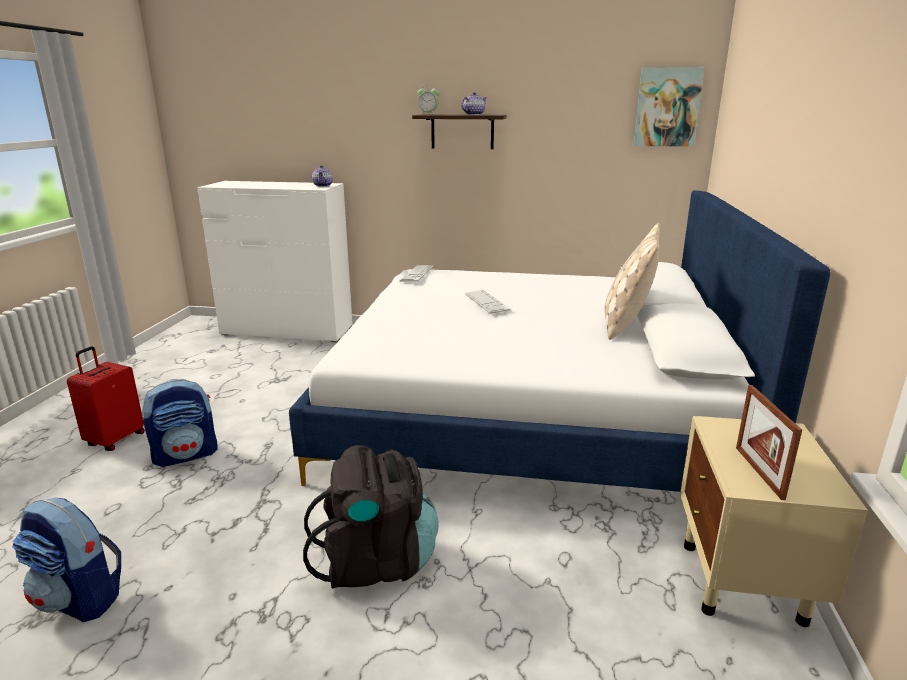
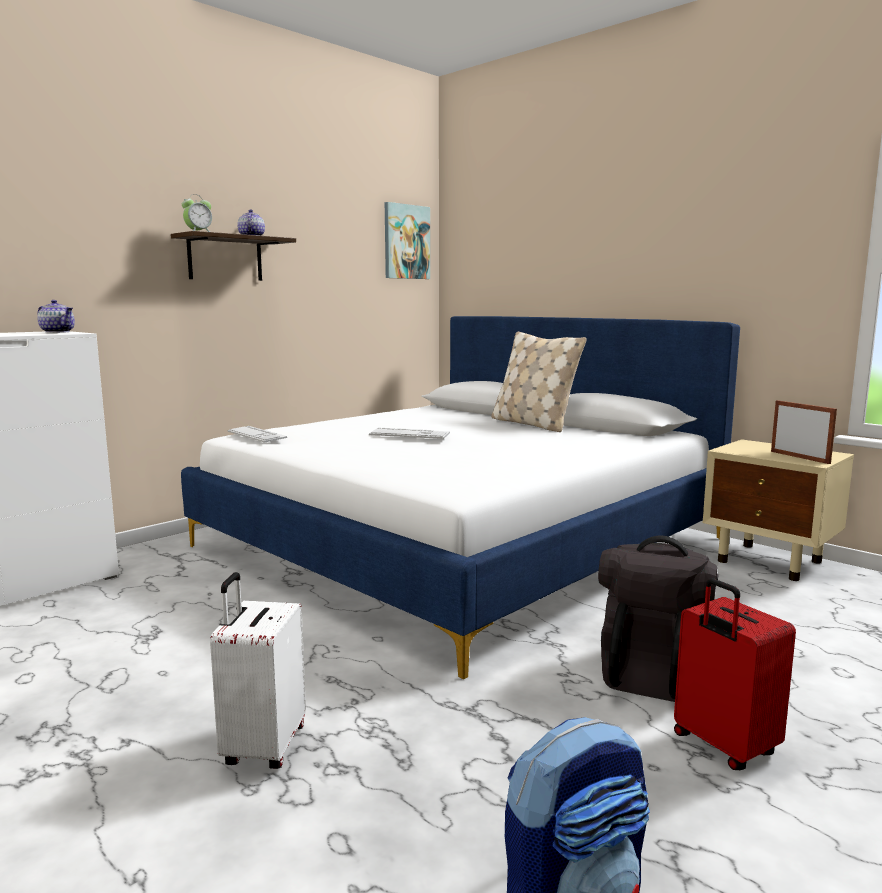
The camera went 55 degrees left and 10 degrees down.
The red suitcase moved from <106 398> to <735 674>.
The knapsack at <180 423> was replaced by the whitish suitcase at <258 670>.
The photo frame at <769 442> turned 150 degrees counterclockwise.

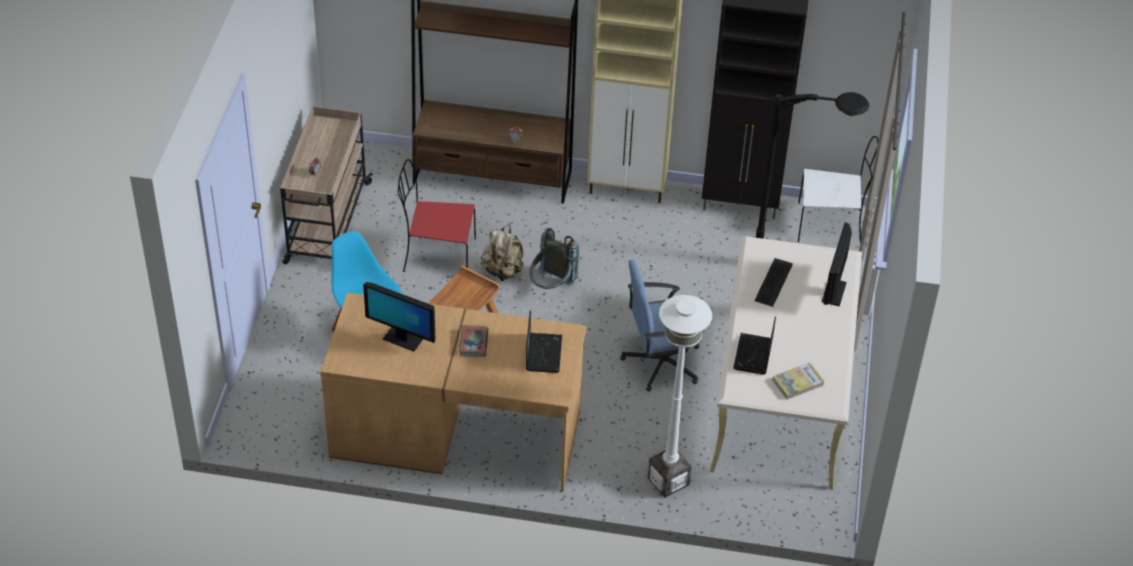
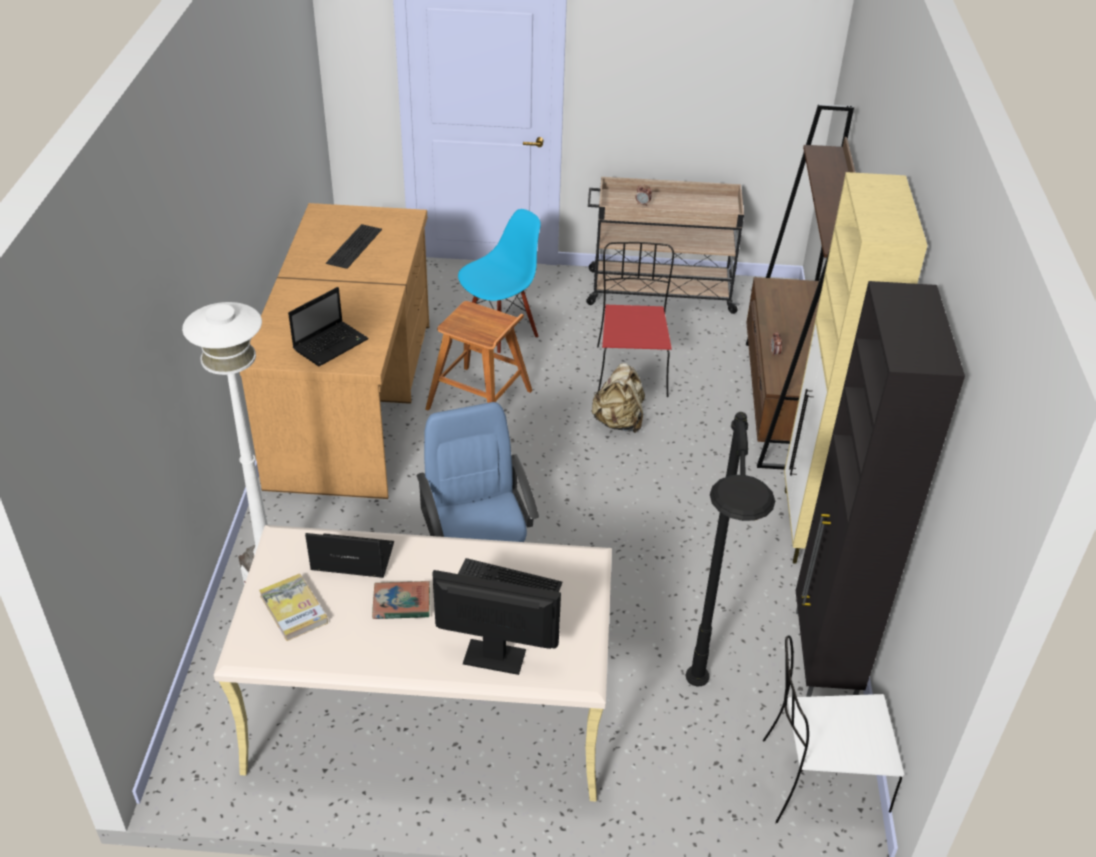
The camera went 85 degrees right and 5 degrees down.
The greyish knapsack at <554 258> disappeared.
The book moved from <473 341> to <401 600>.
The monitor at <399 316> was replaced by the keyboard at <354 246>.
The portable computer at <544 342> turned 45 degrees counterclockwise.
The whitish upright chair at <838 189> turned 90 degrees clockwise.

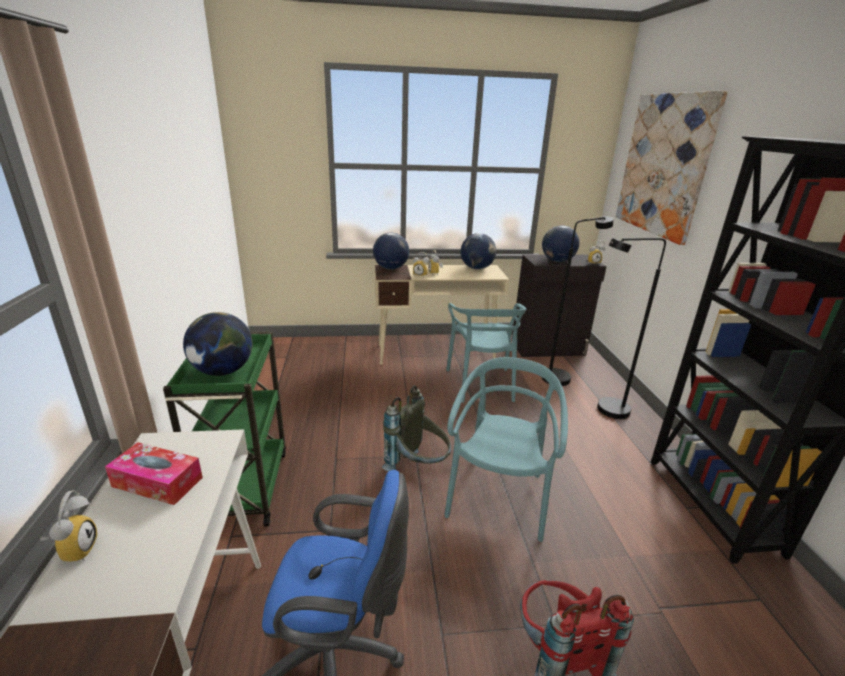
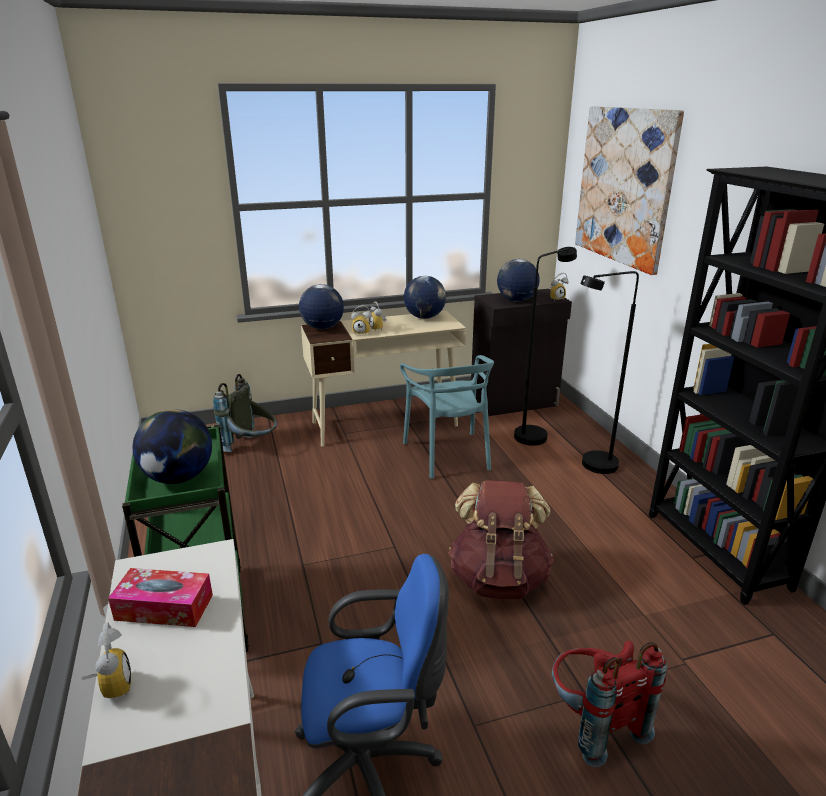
The camera went 10 degrees left and 0 degrees up.
The greyish knapsack moved from <416 428> to <245 413>.
The turquoise upright chair at <506 449> was replaced by the brownish knapsack at <501 539>.

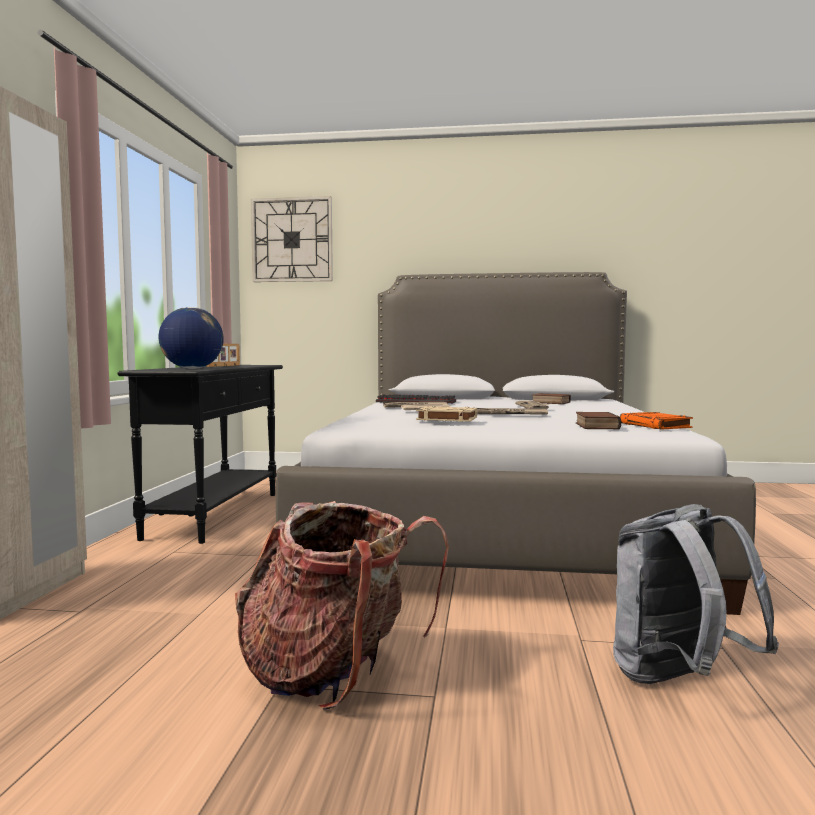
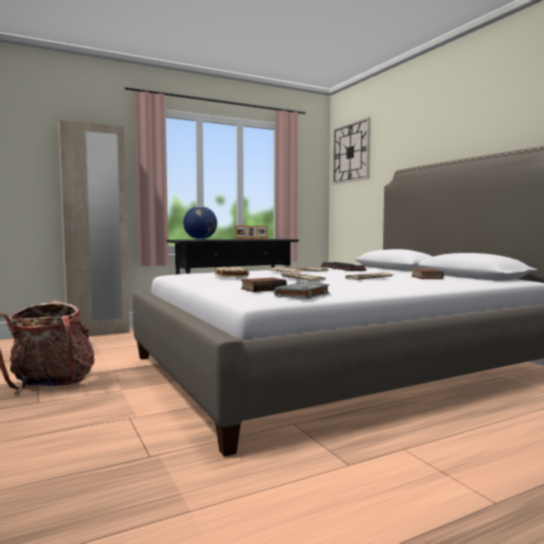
The camera went 55 degrees right and 0 degrees up.
The greyish knapsack at <696 594> disappeared.
The orange-coloured book at <656 420> became the greyish book at <302 290>.

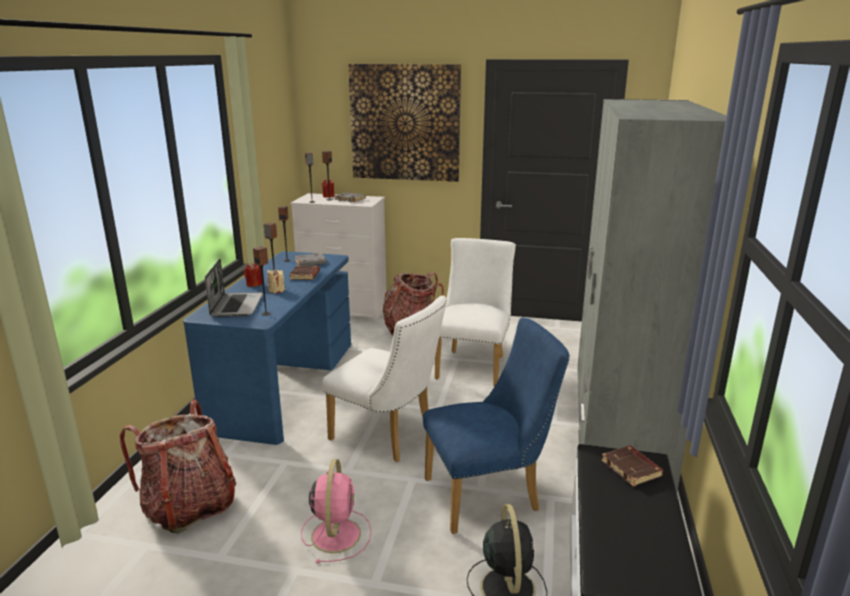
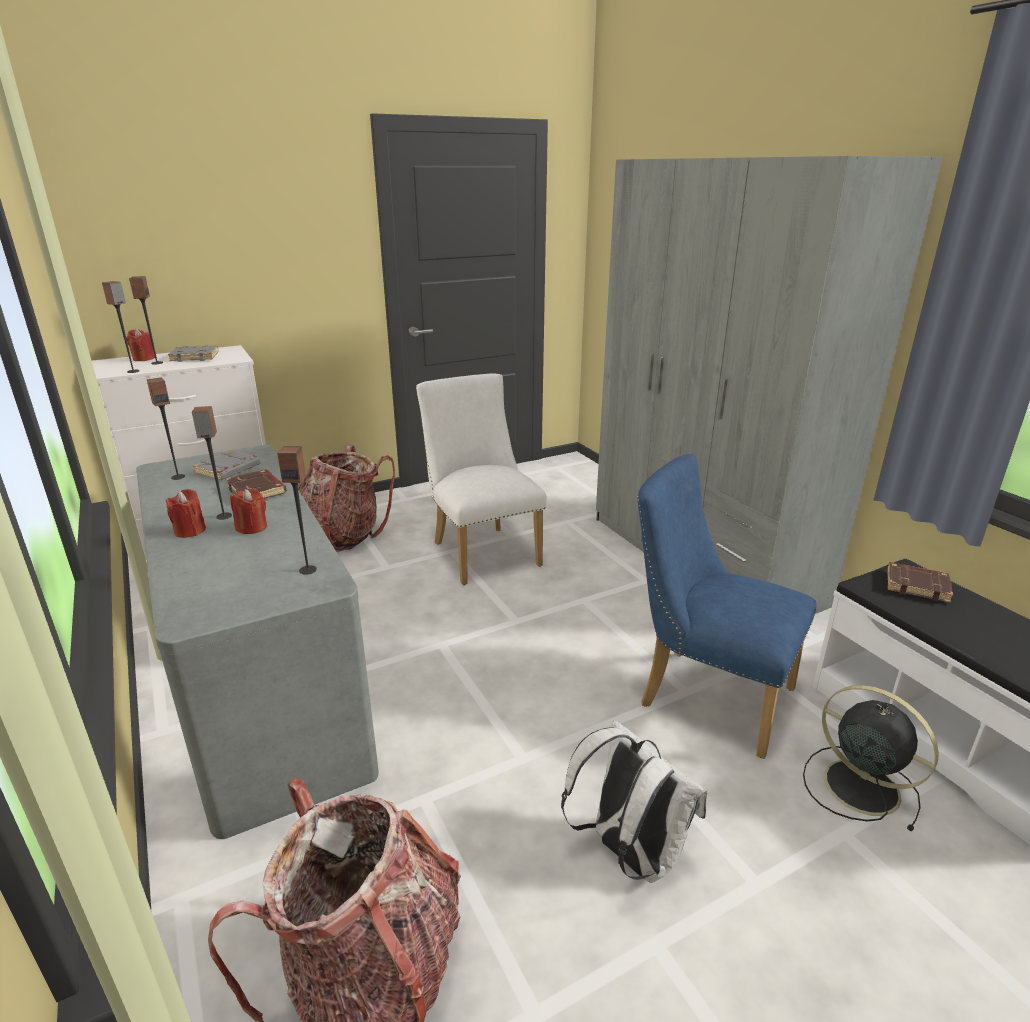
The camera went 40 degrees left and 5 degrees up.
The portable computer at <234 288> disappeared.
The whitish upright chair at <384 378> disappeared.
The picture at <404 123> disappeared.
The pinkish electric fan at <336 511> was replaced by the whitish knapsack at <634 801>.
The blue-coloured desk at <267 348> became the greyish desk at <257 642>.
The sand-coloured wax light at <276 281> became the red wax light at <248 511>.
The blue-coloured upright chair at <496 425> turned 90 degrees counterclockwise.

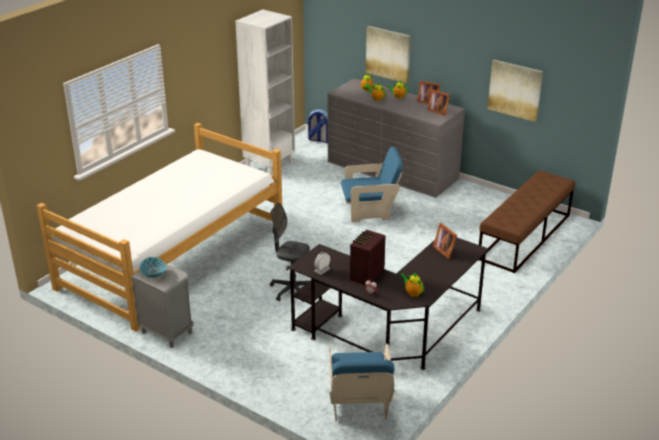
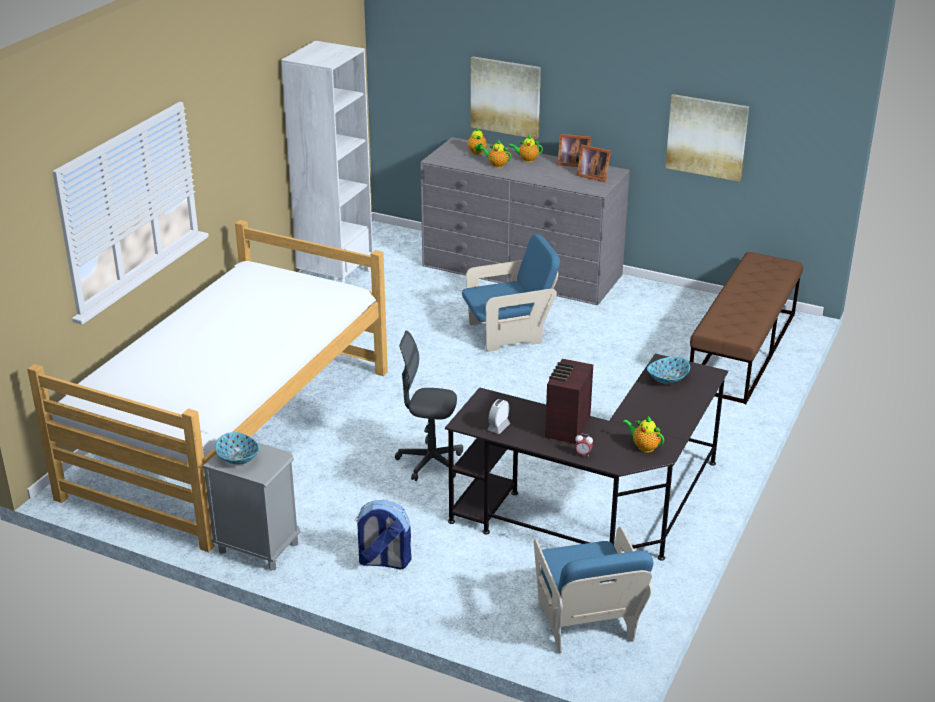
The camera went 10 degrees left and 0 degrees up.
The knapsack moved from <318 126> to <383 534>.
The photo frame at <445 241> was replaced by the bowl at <668 370>.

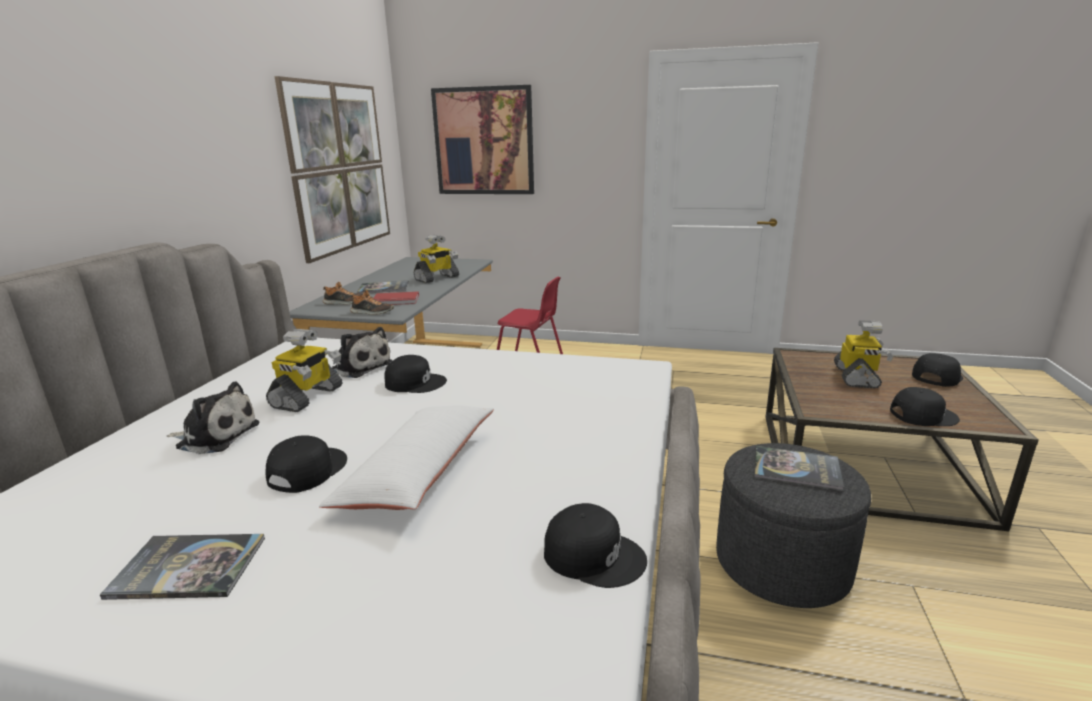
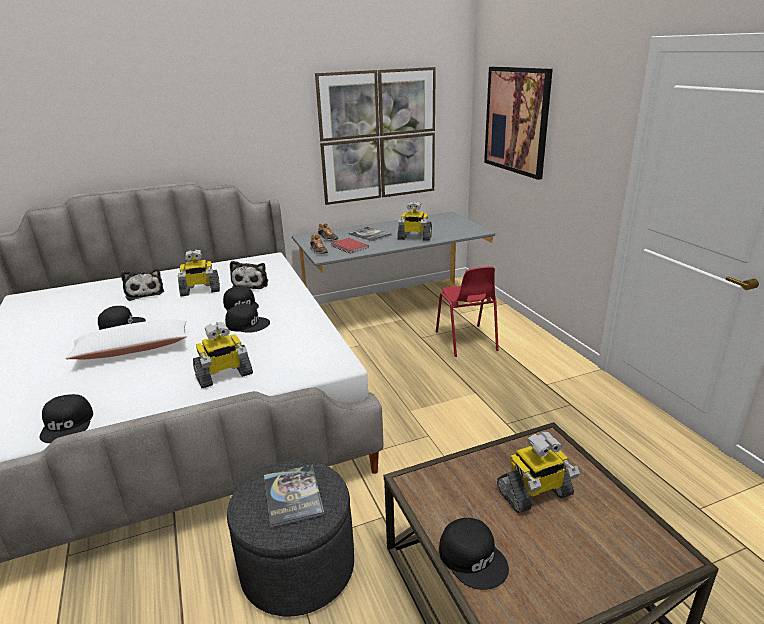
The camera went 55 degrees right and 5 degrees up.
The book at <182 567> disappeared.
The toy robot at <223 355> appeared.
The blackish cap moved from <937 370> to <247 318>.

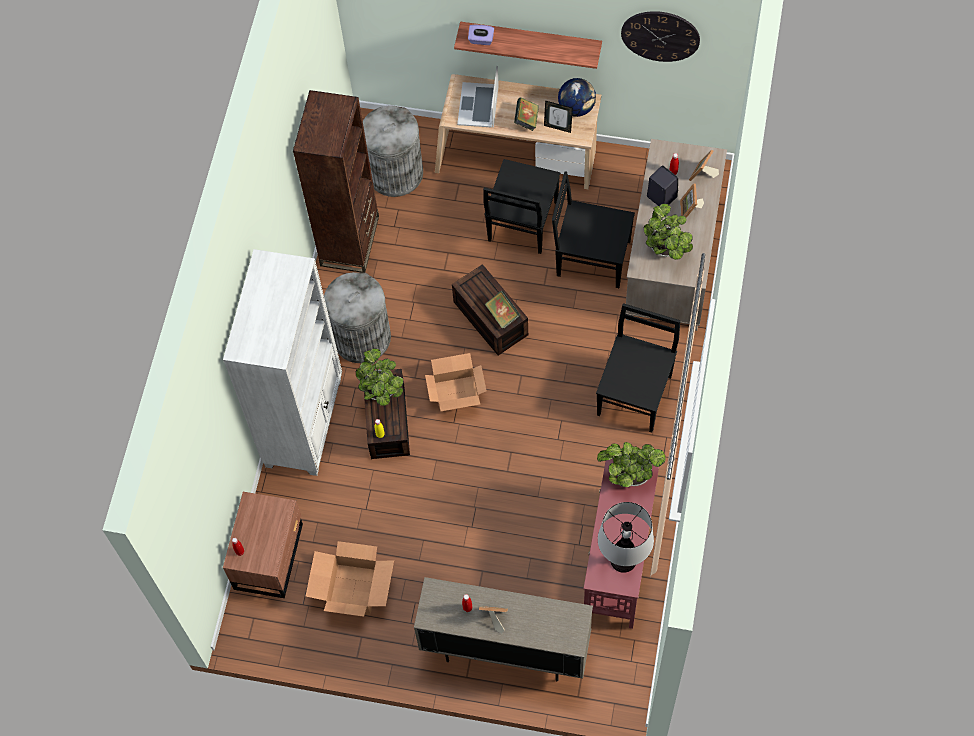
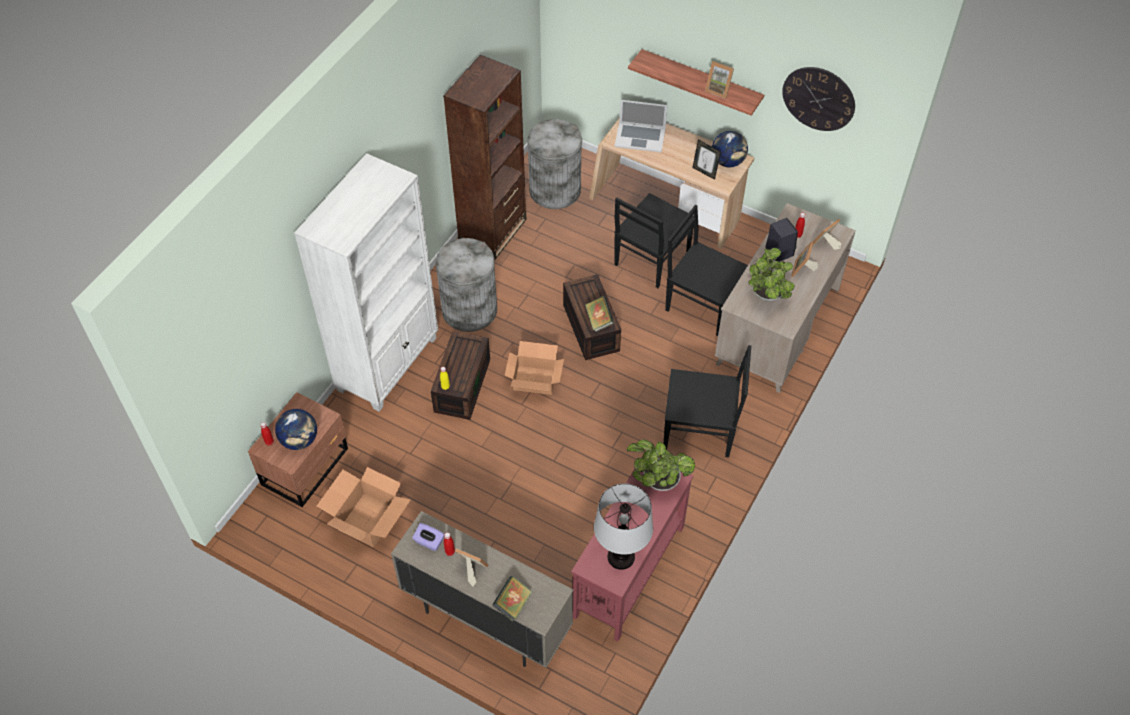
The camera went 15 degrees right and 10 degrees down.
The potted plant at <379 377> disappeared.
The desk globe at <296 429> appeared.
The photo frame at <719 80> appeared.
The purple tissue box moved from <481 35> to <428 537>.
The book moved from <526 114> to <512 598>.
The portable computer at <478 96> turned 105 degrees counterclockwise.
The blackish upright chair at <638 367> turned 60 degrees clockwise.

